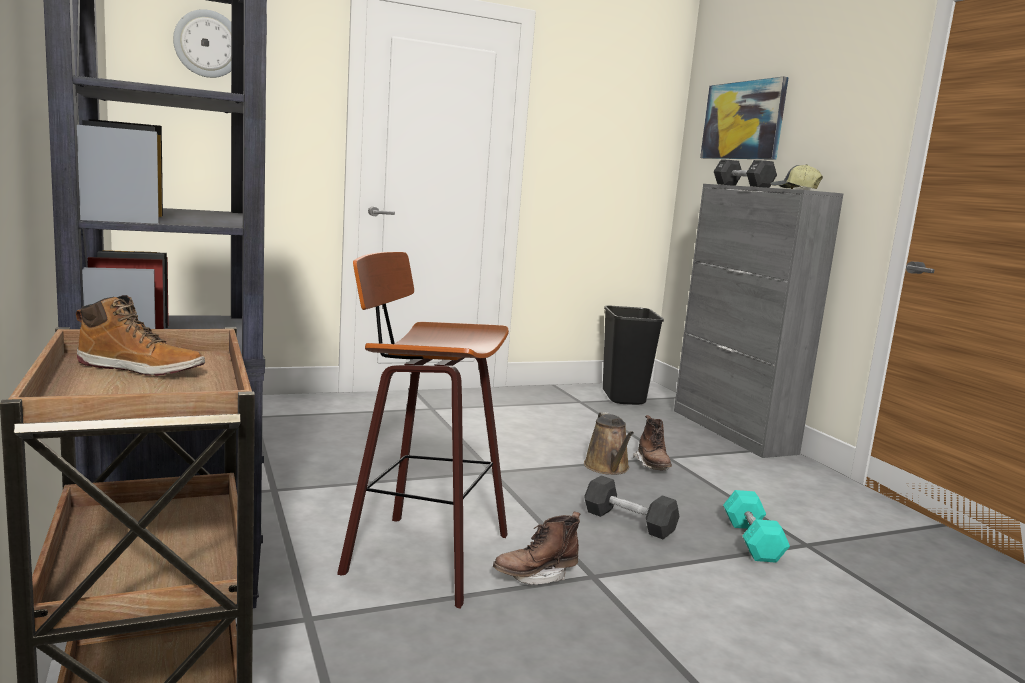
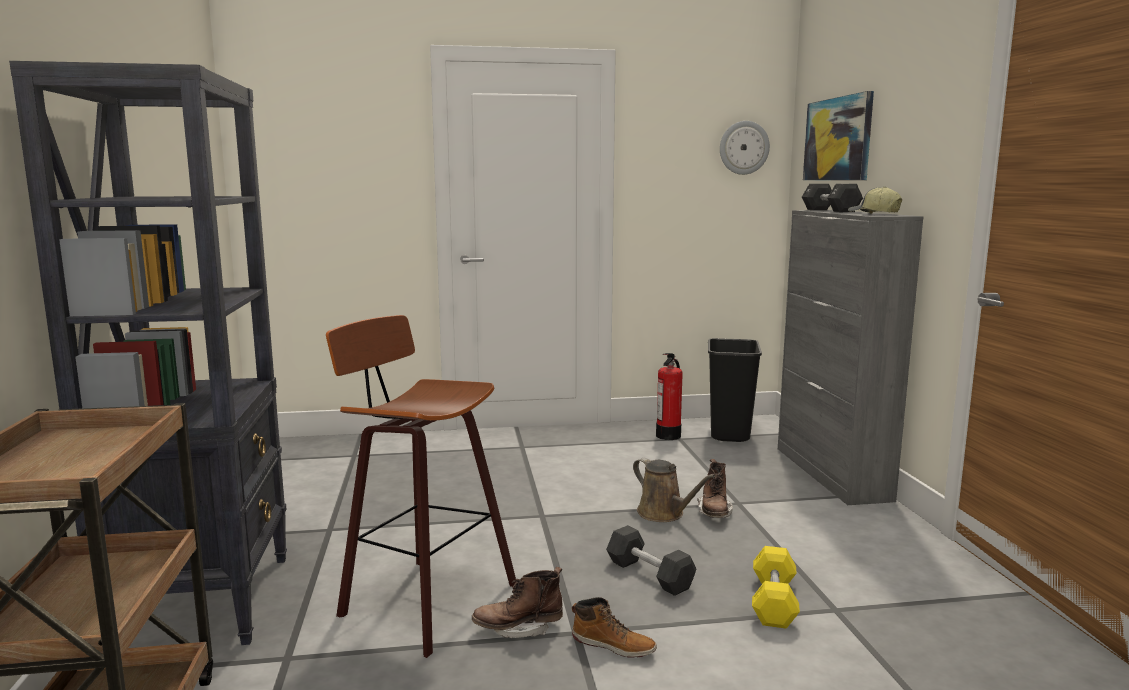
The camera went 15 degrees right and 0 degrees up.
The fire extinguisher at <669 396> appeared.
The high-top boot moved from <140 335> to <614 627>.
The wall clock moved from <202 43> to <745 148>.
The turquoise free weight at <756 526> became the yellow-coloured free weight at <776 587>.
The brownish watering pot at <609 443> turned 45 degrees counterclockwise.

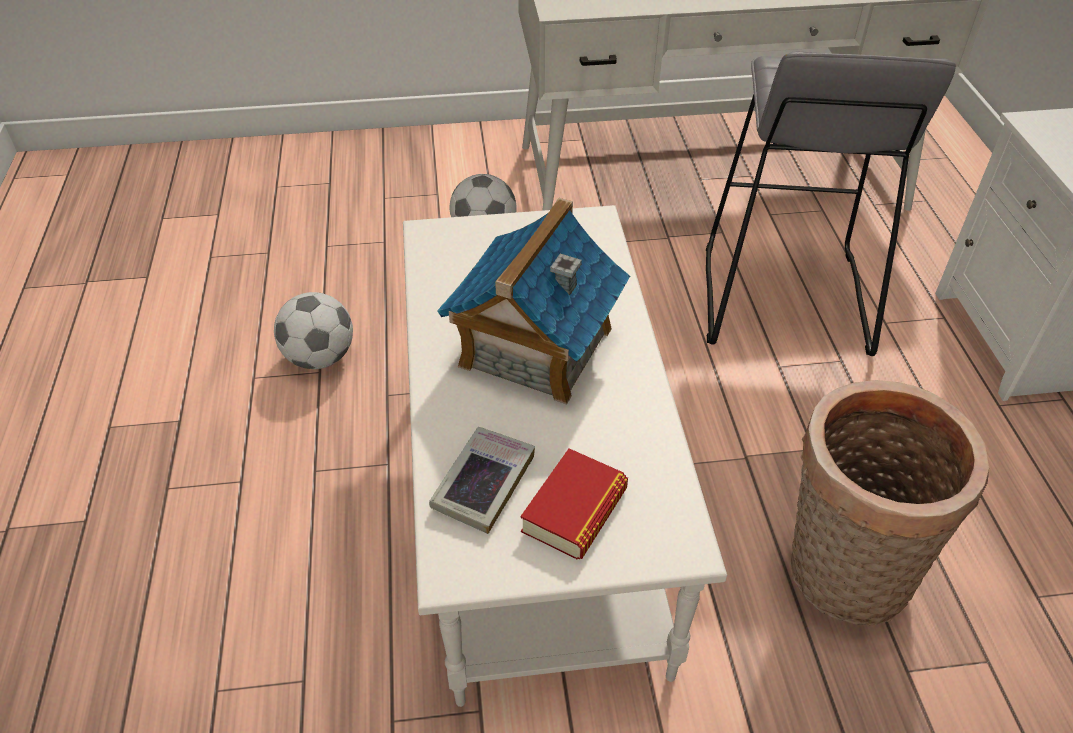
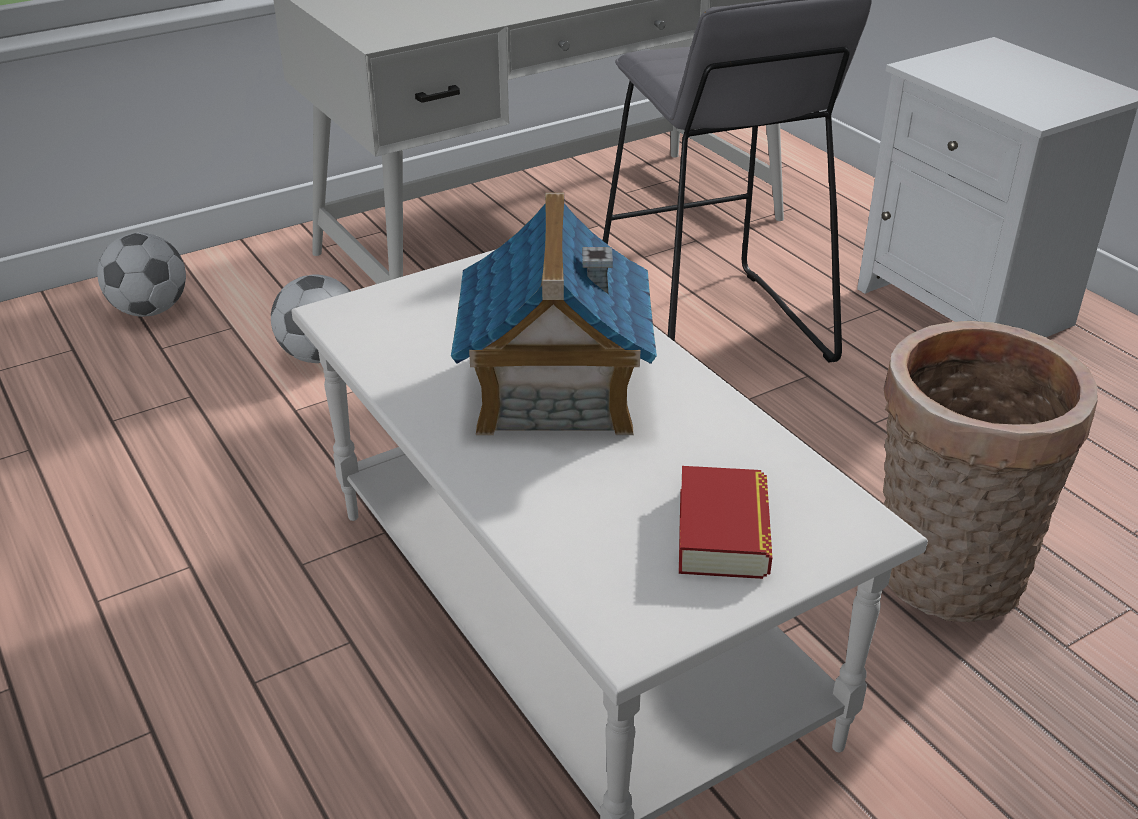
The camera went 25 degrees left and 10 degrees down.
The book at <482 480> disappeared.
The football ball moved from <313 330> to <141 275>.

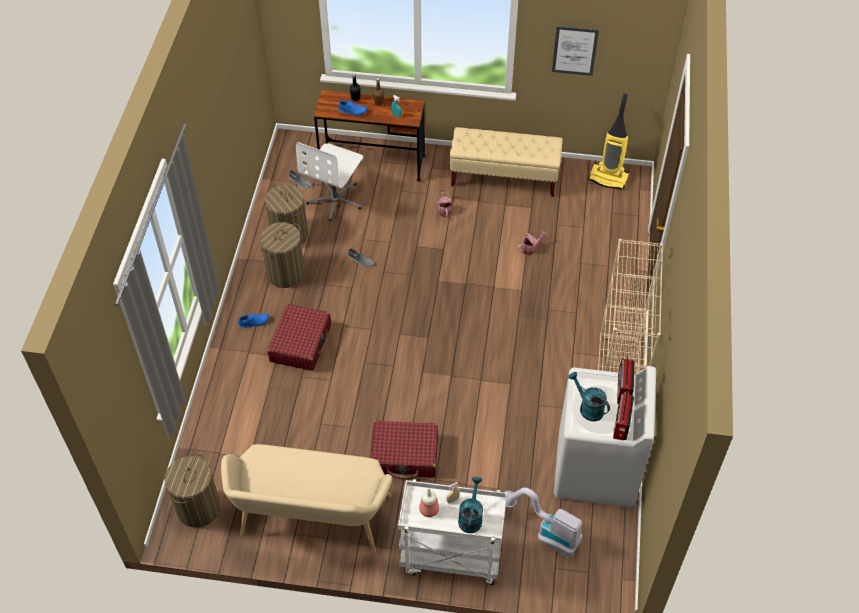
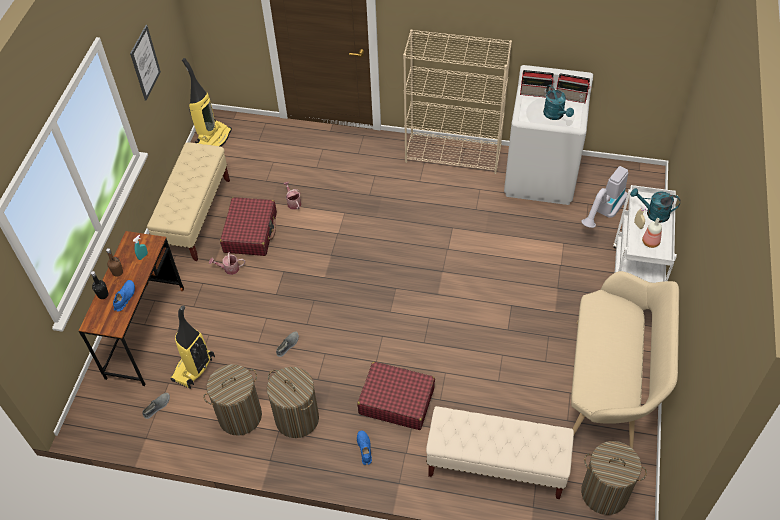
The camera went 85 degrees left and 0 degrees up.
The sand-coloured long seat at <500 452> appeared.
The red suitcase moved from <404 450> to <248 226>.
The whitish computer chair at <329 181> was replaced by the hoover at <193 347>.
The turquoise watering pot at <589 396> turned 75 degrees counterclockwise.

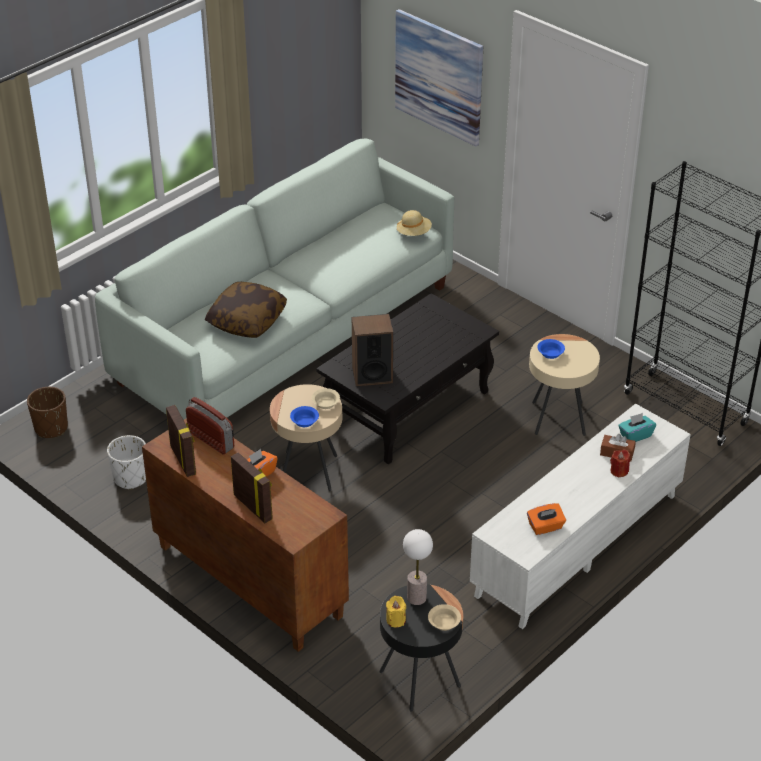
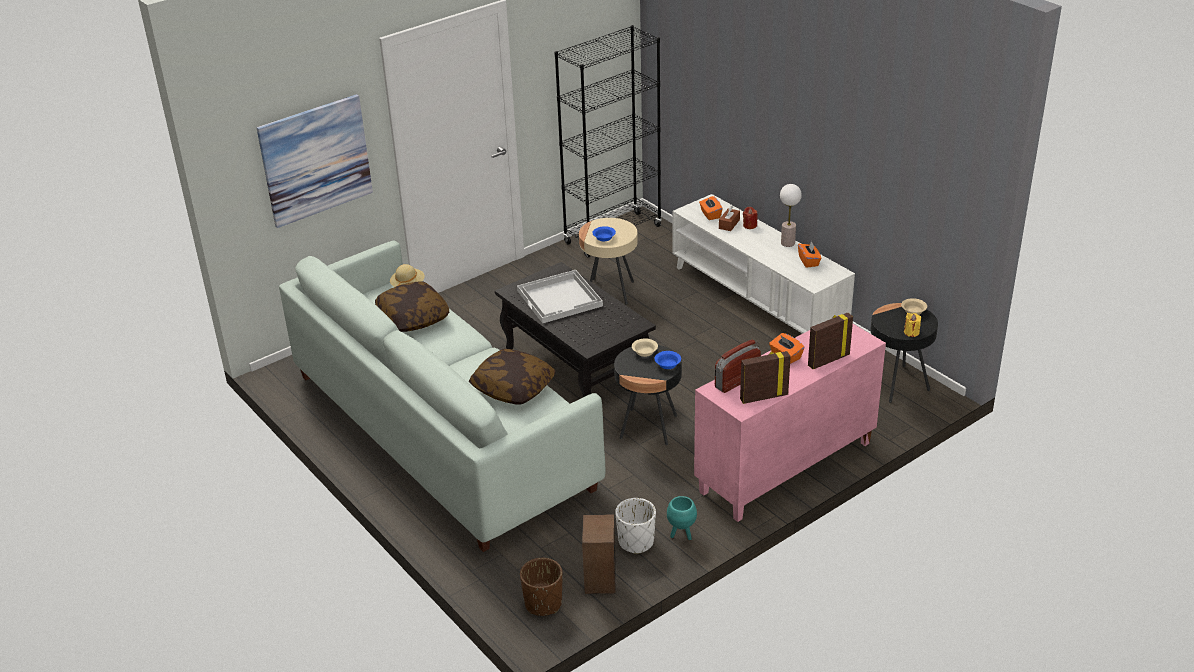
The camera went 80 degrees left and 5 degrees down.
The cushion at <412 306> appeared.
The whitish serving tray at <560 296> appeared.
The turquoise plant pot at <682 518> appeared.
The audio speaker moved from <372 350> to <599 554>.
The tabletop lamp moved from <418 567> to <791 215>.
The brownish cabinet at <245 535> became the pinkish cabinet at <790 423>.
The sand-coloured accent table at <306 437> became the blackish accent table at <648 395>.
The turquoise tissue box at <637 427> became the orange-coloured tissue box at <710 208>.

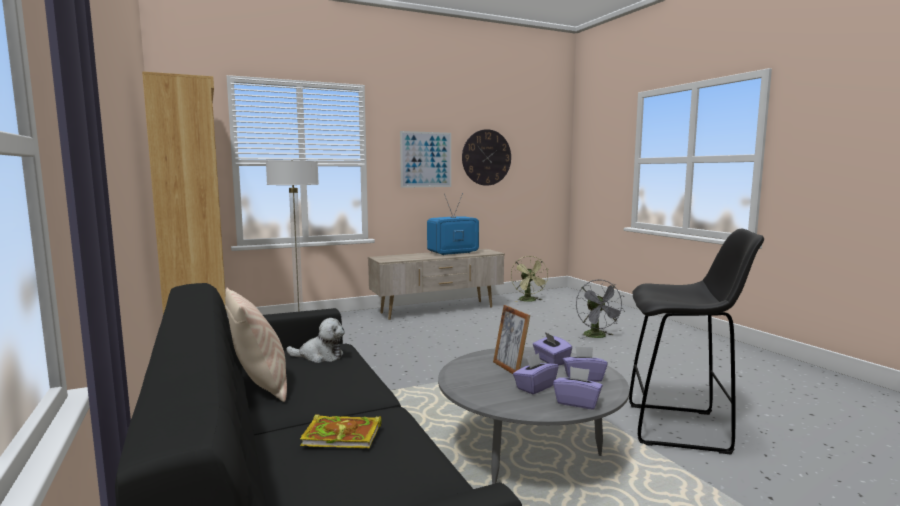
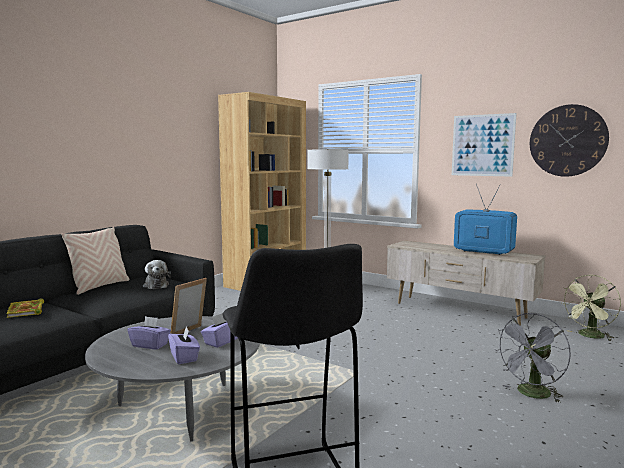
The camera went 60 degrees right and 0 degrees up.
The purple tissue box at <578 388> disappeared.

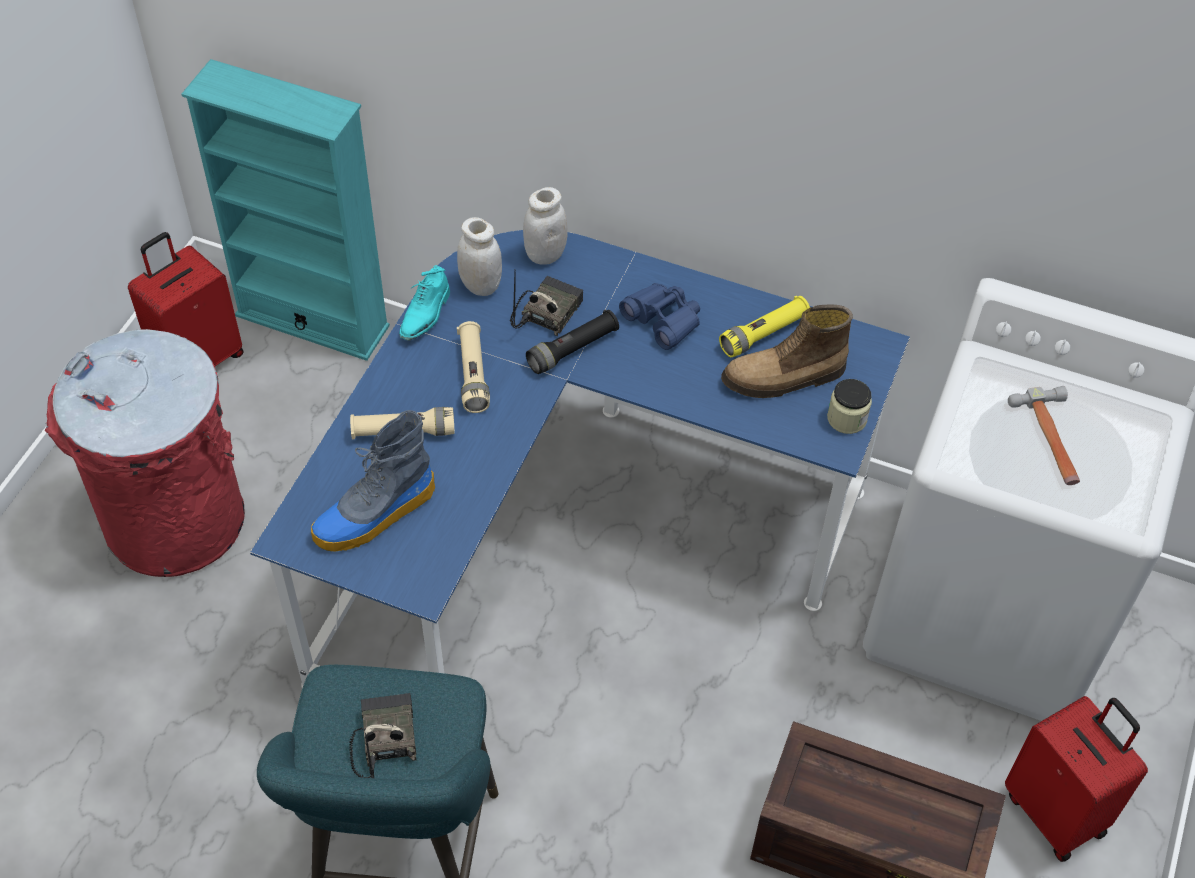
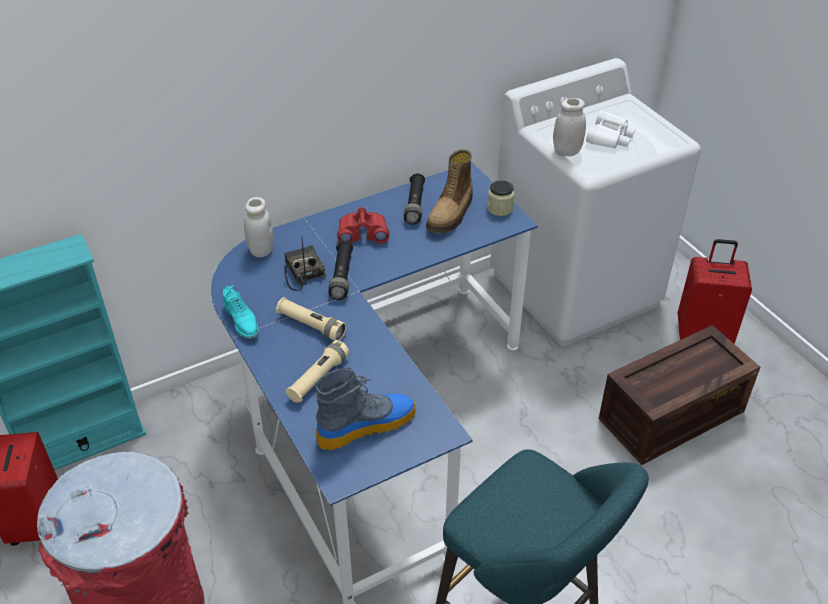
The camera went 50 degrees left and 10 degrees down.
The radio at <382 735> disappeared.
The whitish jar moved from <479 256> to <569 127>.
The tool hammer at <1044 435> was replaced by the whitish field glasses at <610 129>.
The blue-coloured field glasses at <659 316> became the red field glasses at <363 225>.
The yellow-coloured torch at <764 326> became the blackish torch at <414 199>.
The high-top boot at <373 481> turned 120 degrees counterclockwise.

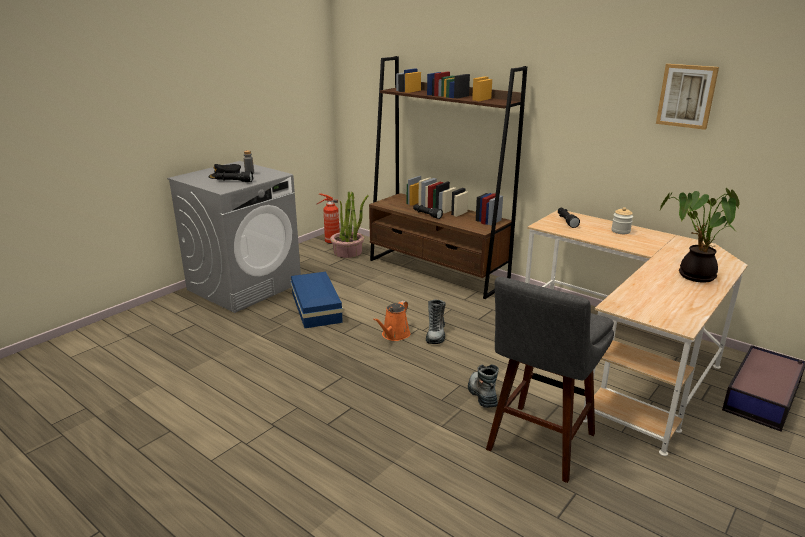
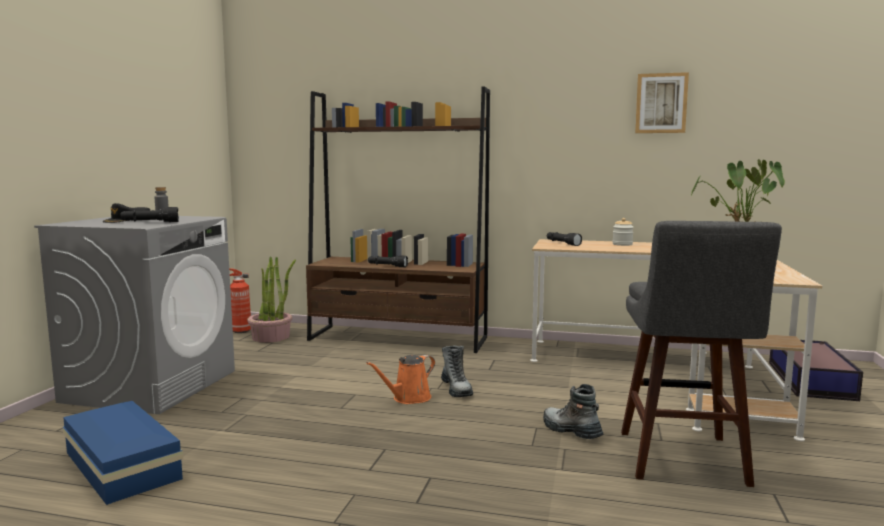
The camera went 25 degrees left and 15 degrees down.
The blue-coloured storage box moved from <317 300> to <123 453>.
The orange-coloured watering pot at <391 321> turned 45 degrees clockwise.

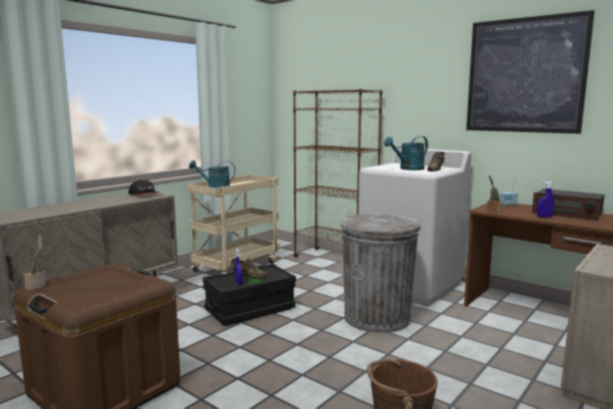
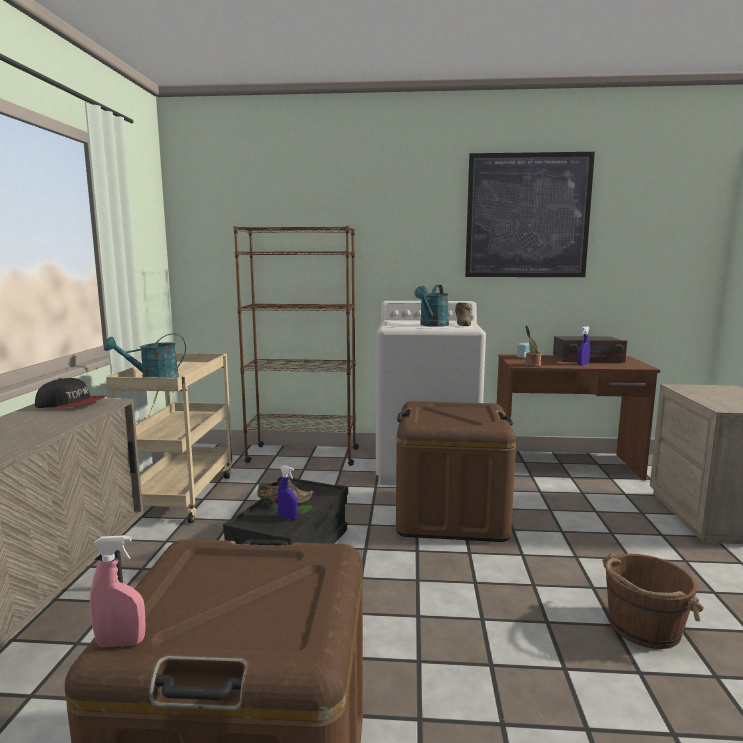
The camera went 35 degrees left and 0 degrees up.
The potted plant at <34 262> was replaced by the pinkish hand sprayer at <118 591>.
The greyish trash can at <380 273> was replaced by the brownish storage box at <456 471>.

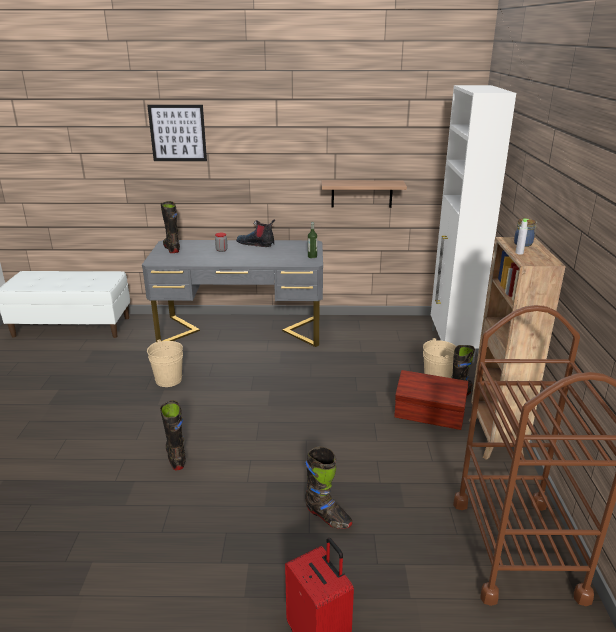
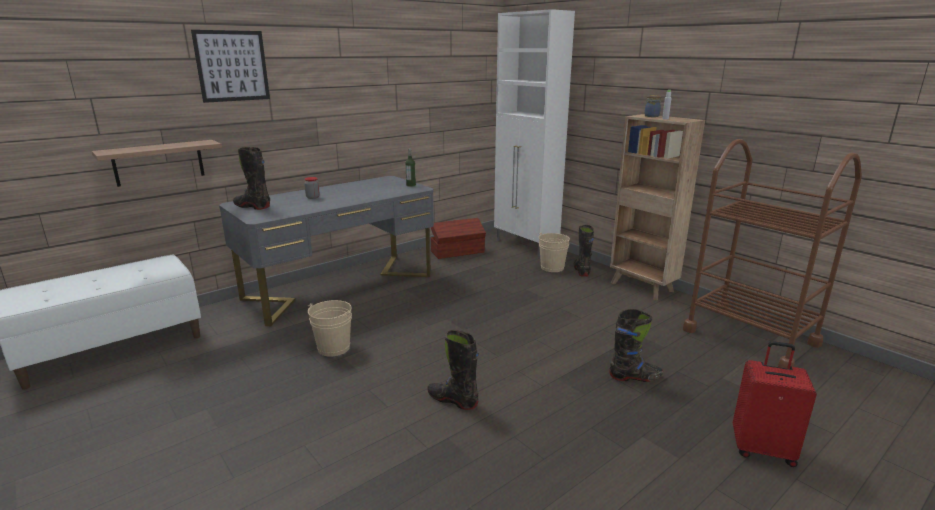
The camera went 40 degrees left and 5 degrees down.
The high-top boot at <255 233> disappeared.
The bracket shelf moved from <364 194> to <157 163>.
The brownish storage box moved from <431 400> to <458 238>.

